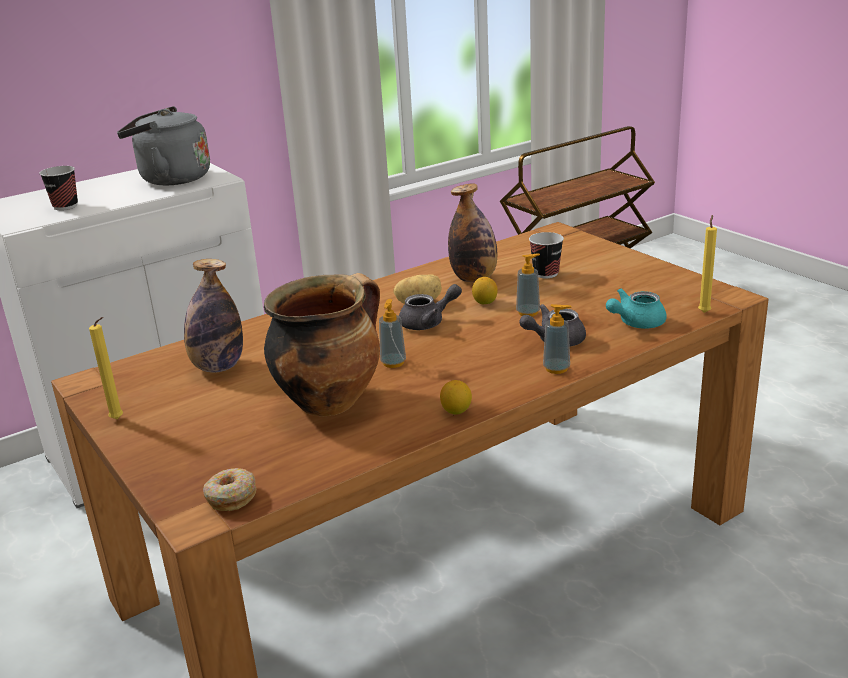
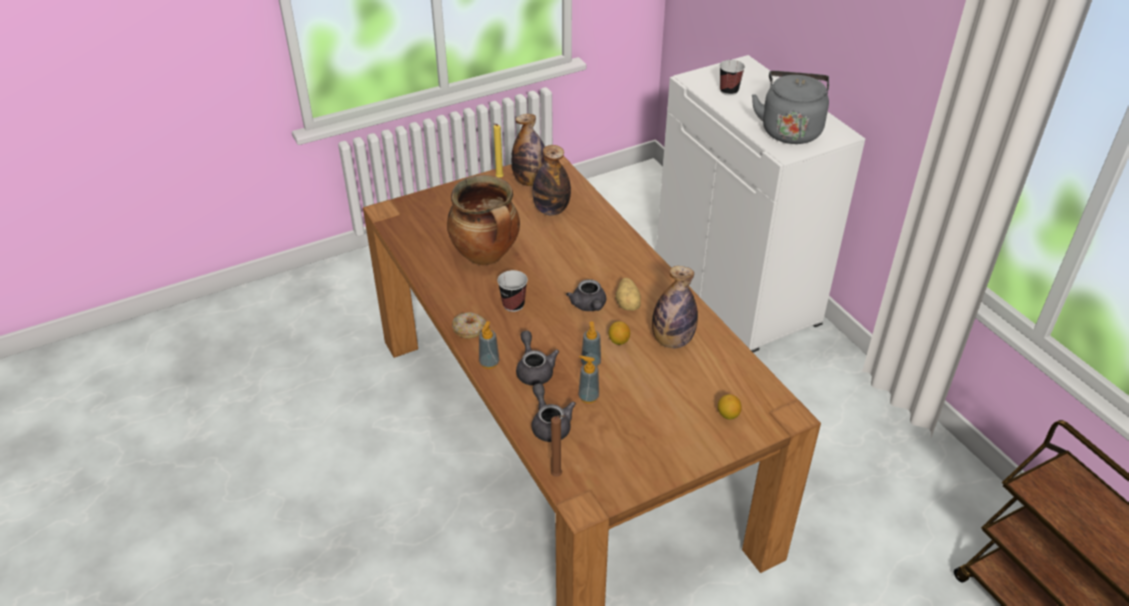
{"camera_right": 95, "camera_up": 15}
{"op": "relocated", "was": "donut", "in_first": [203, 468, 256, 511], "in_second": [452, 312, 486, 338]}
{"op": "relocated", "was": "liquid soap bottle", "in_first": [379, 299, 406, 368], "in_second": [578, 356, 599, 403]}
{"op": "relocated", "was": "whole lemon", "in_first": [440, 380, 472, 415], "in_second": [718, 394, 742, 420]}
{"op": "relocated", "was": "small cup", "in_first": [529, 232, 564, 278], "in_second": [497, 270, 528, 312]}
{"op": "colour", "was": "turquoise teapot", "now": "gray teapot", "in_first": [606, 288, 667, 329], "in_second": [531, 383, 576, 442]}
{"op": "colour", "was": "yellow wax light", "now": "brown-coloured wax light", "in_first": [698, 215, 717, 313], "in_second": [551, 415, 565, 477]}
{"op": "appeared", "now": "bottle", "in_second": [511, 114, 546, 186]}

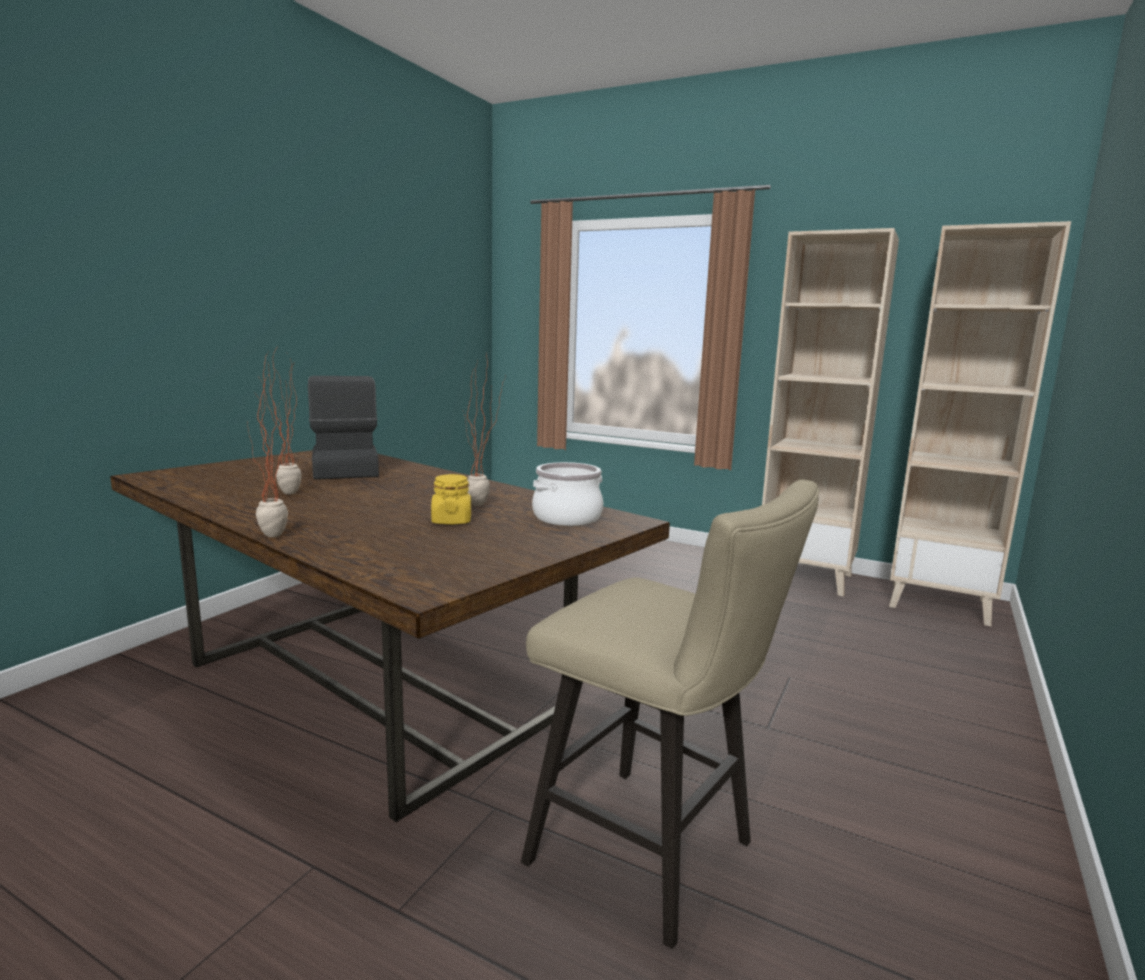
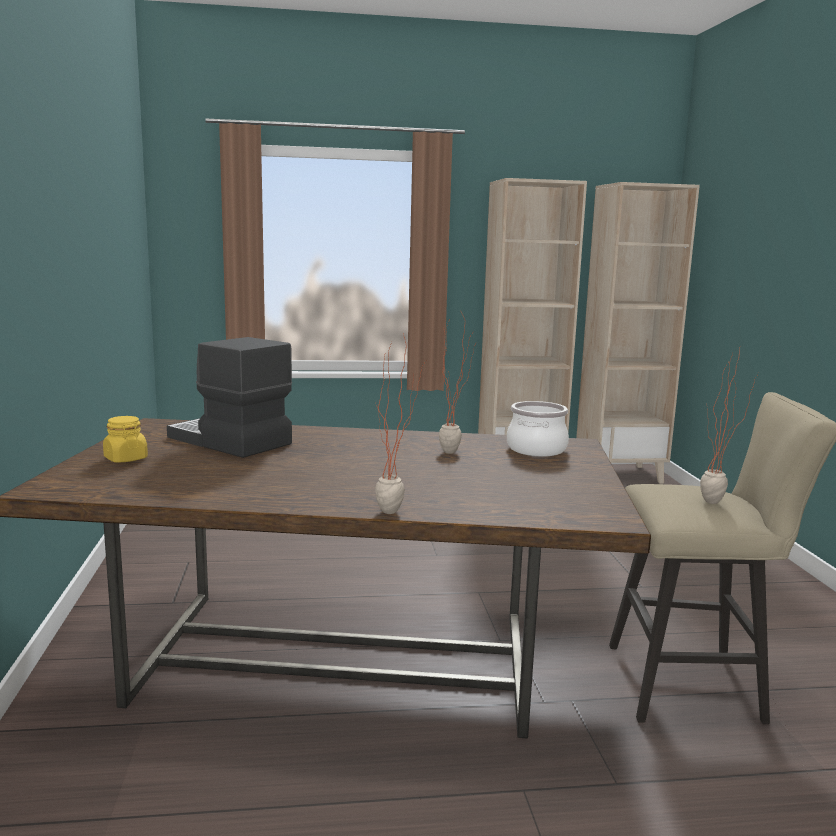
{"camera_right": -35, "camera_up": 0}
{"op": "relocated", "was": "plant in a pot", "in_first": [260, 345, 302, 495], "in_second": [700, 345, 758, 504]}
{"op": "relocated", "was": "yellow jar", "in_first": [431, 474, 471, 525], "in_second": [103, 416, 148, 463]}

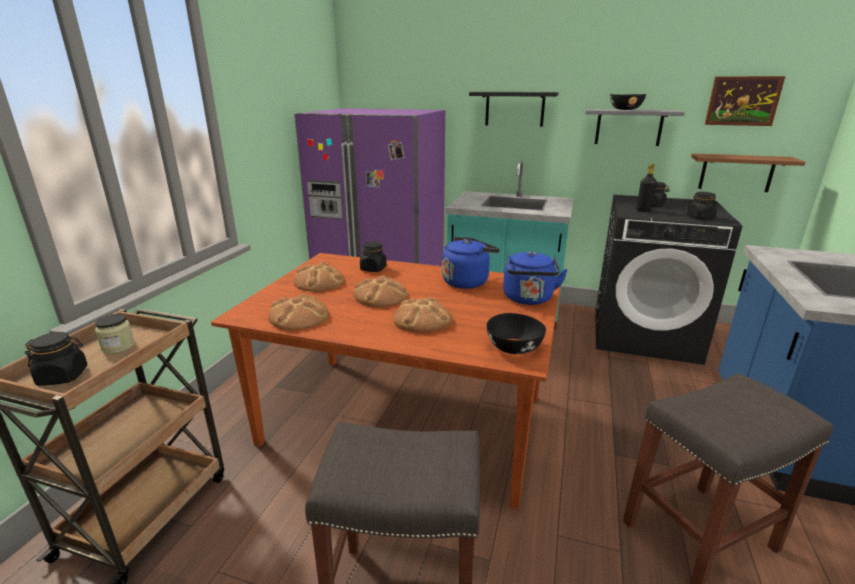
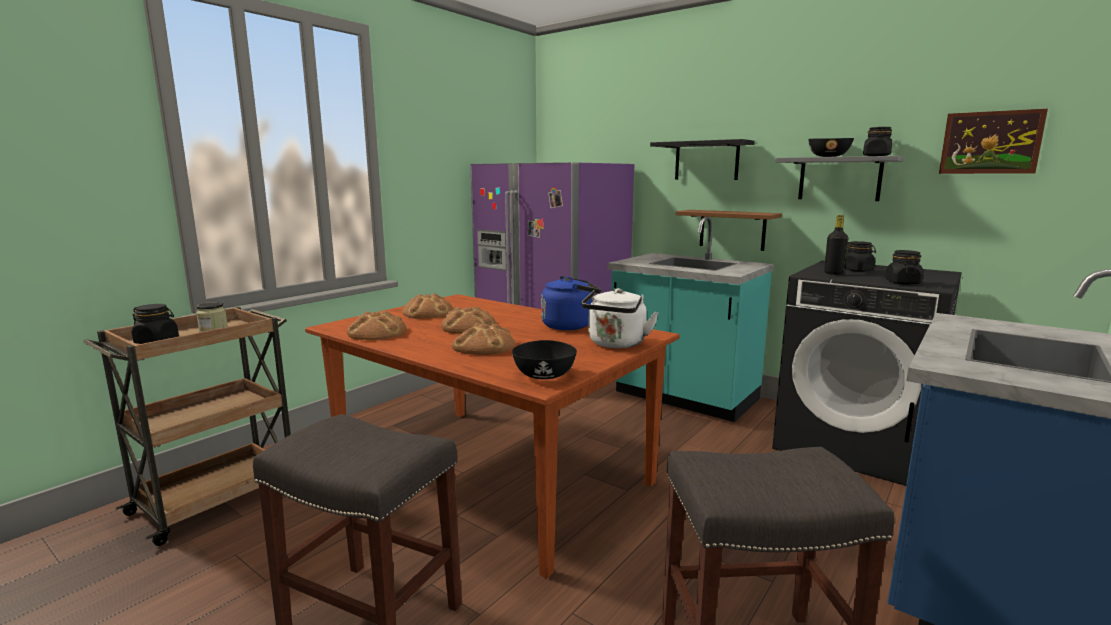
{"camera_right": 20, "camera_up": -10}
{"op": "relocated", "was": "black jar", "in_first": [360, 241, 387, 272], "in_second": [863, 127, 892, 156]}
{"op": "colour", "was": "blue-coloured tea kettle", "now": "white tea kettle", "in_first": [503, 251, 568, 305], "in_second": [581, 288, 659, 348]}
{"op": "relocated", "was": "brown-coloured bracket shelf", "in_first": [691, 153, 806, 192], "in_second": [676, 210, 782, 251]}

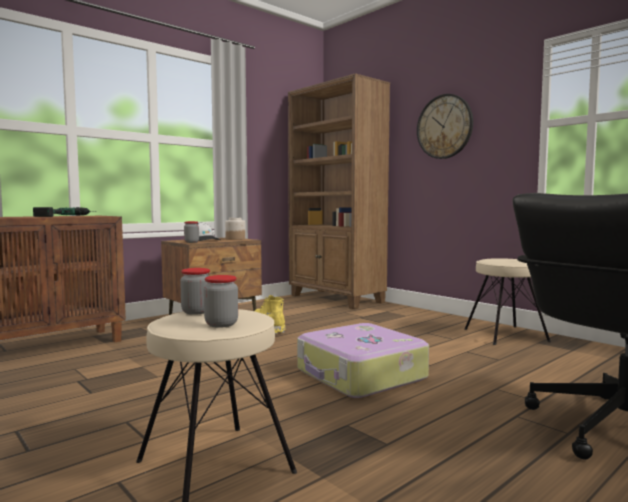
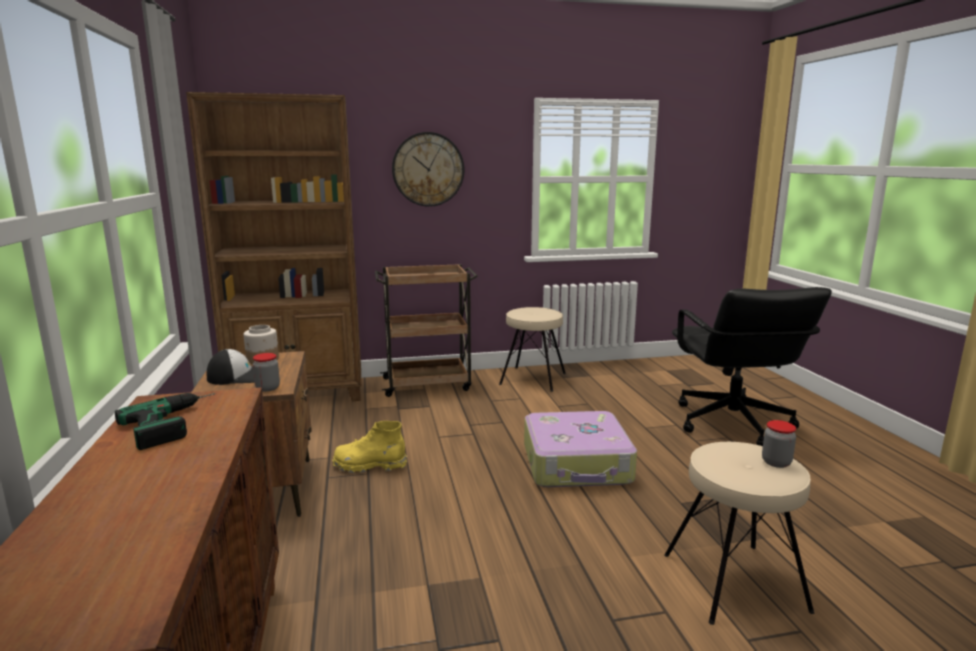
{"camera_right": -60, "camera_up": 10}
{"op": "missing", "was": "jar", "in_first": [180, 268, 210, 315]}
{"op": "appeared", "now": "brown-coloured trolley", "in_second": [375, 264, 478, 397]}

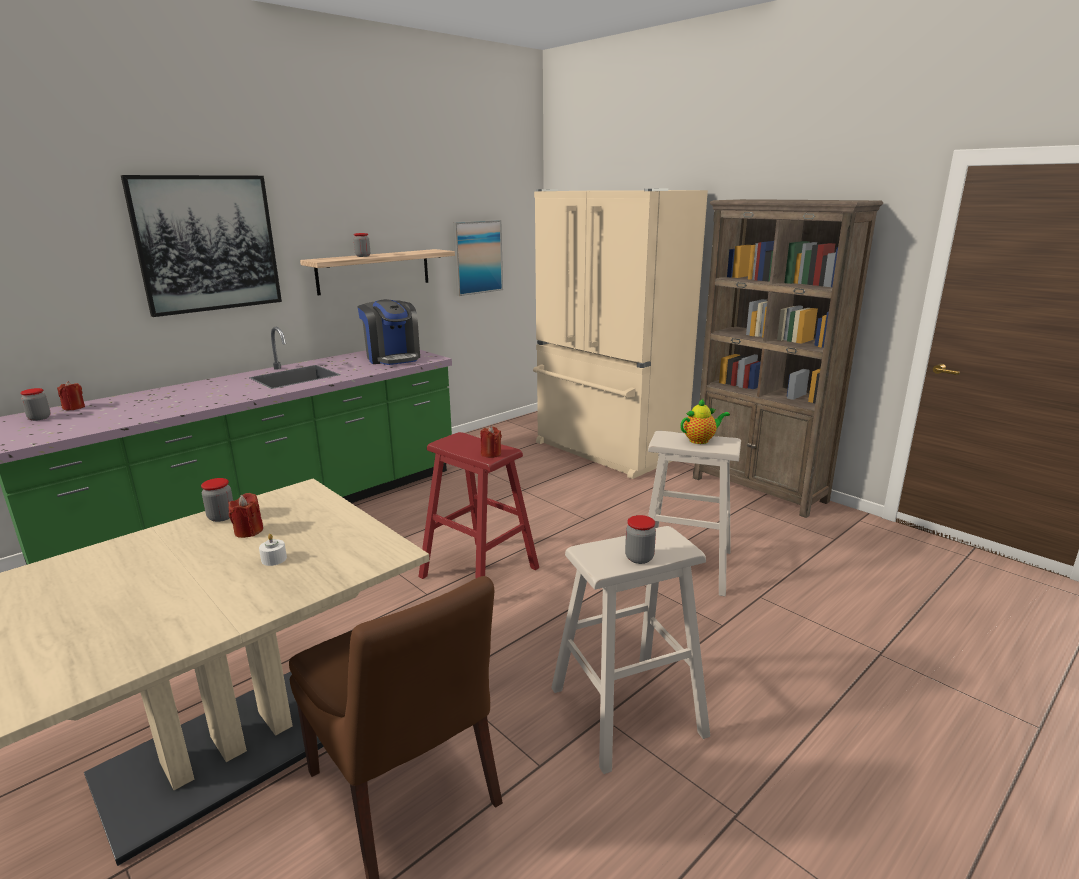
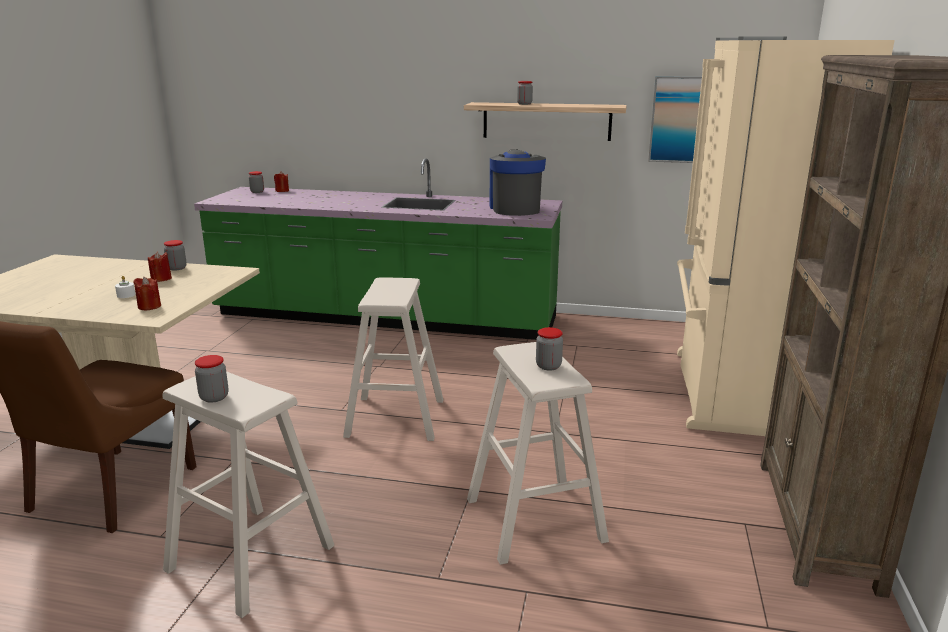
{"camera_right": 55, "camera_up": 0}
{"op": "missing", "was": "wall picture", "in_first": [121, 175, 282, 317]}
{"op": "spun", "was": "coffee brewer", "in_first": [357, 299, 420, 365], "in_second": [490, 150, 546, 216], "clockwise": 150}
{"op": "colour", "was": "red stool seat", "now": "beige-coloured stool seat", "in_first": [418, 432, 539, 579], "in_second": [343, 278, 443, 441]}
{"op": "relocated", "was": "red wax light", "in_first": [480, 426, 502, 458], "in_second": [133, 277, 161, 310]}
{"op": "exchanged", "was": "teapot", "now": "jar", "in_first": [680, 398, 730, 444], "in_second": [536, 327, 563, 371]}

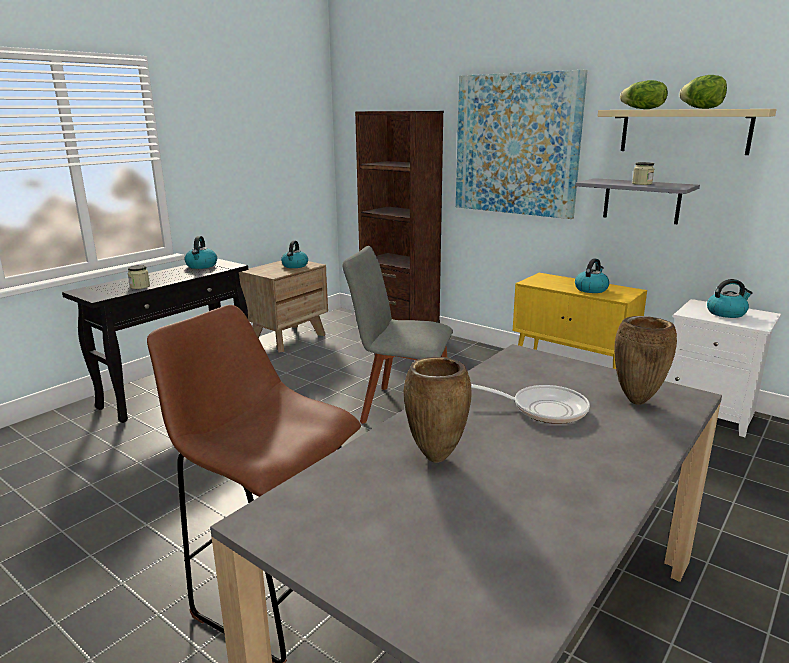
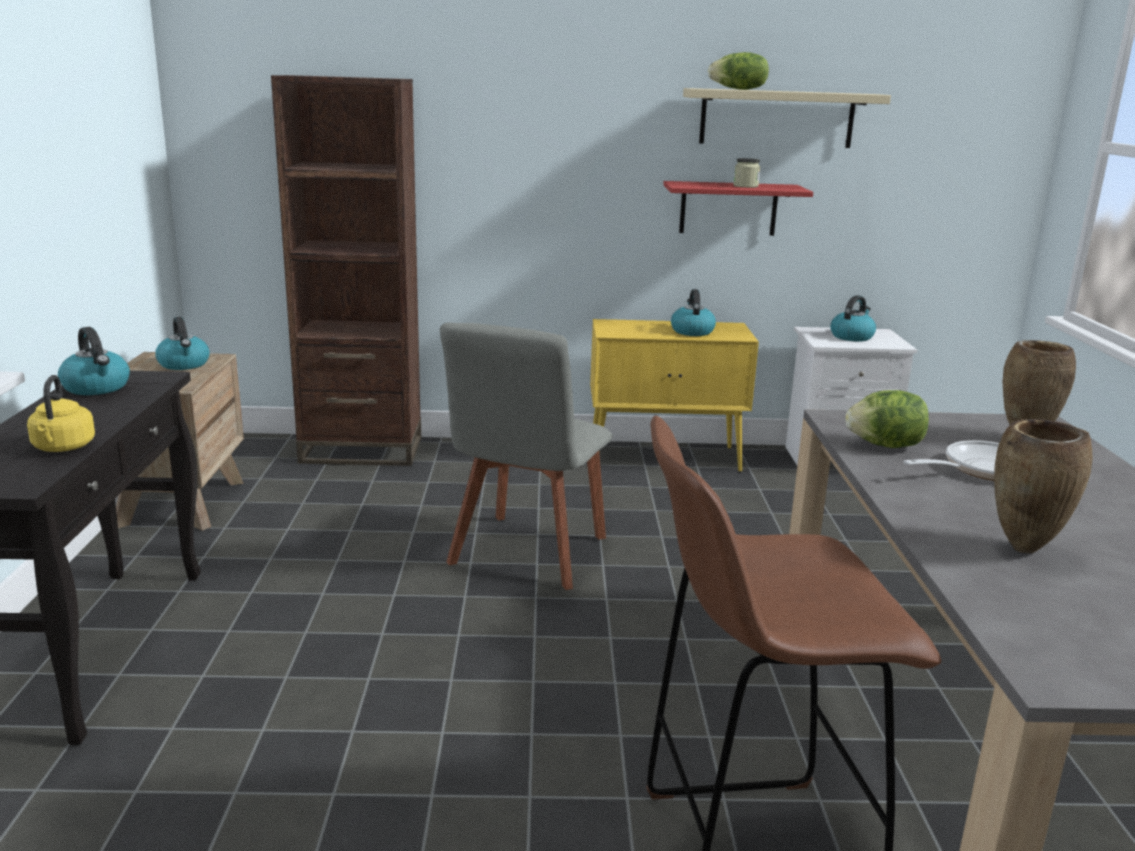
{"camera_right": -40, "camera_up": 0}
{"op": "exchanged", "was": "jar", "now": "yellow tea kettle", "in_first": [128, 265, 150, 289], "in_second": [27, 375, 95, 452]}
{"op": "spun", "was": "gray chair", "in_first": [342, 246, 453, 424], "in_second": [440, 323, 613, 590], "clockwise": -45}
{"op": "missing", "was": "wall picture", "in_first": [456, 70, 588, 219]}
{"op": "colour", "was": "gray bracket shelf", "now": "red bracket shelf", "in_first": [576, 178, 700, 224], "in_second": [663, 181, 813, 236]}
{"op": "relocated", "was": "lettuce", "in_first": [679, 75, 727, 109], "in_second": [845, 390, 929, 448]}

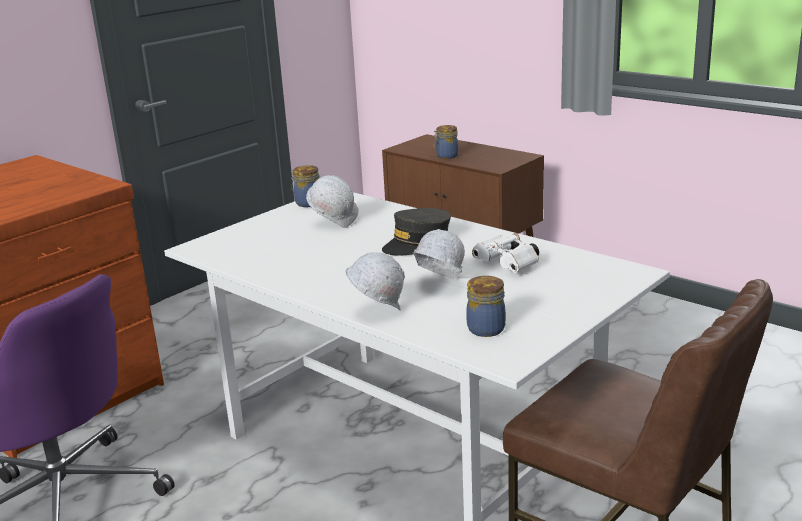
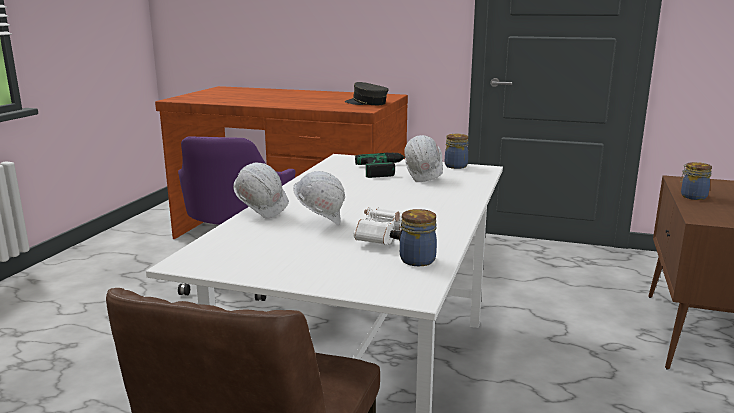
{"camera_right": 65, "camera_up": -5}
{"op": "relocated", "was": "gray peaked cap", "in_first": [382, 208, 451, 256], "in_second": [345, 82, 389, 105]}
{"op": "relocated", "was": "jar", "in_first": [466, 276, 506, 337], "in_second": [400, 209, 437, 266]}
{"op": "appeared", "now": "power drill", "in_second": [355, 153, 405, 178]}

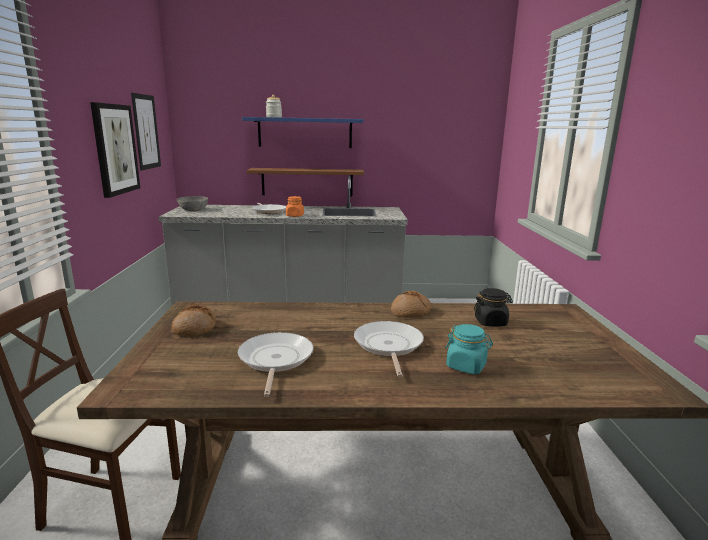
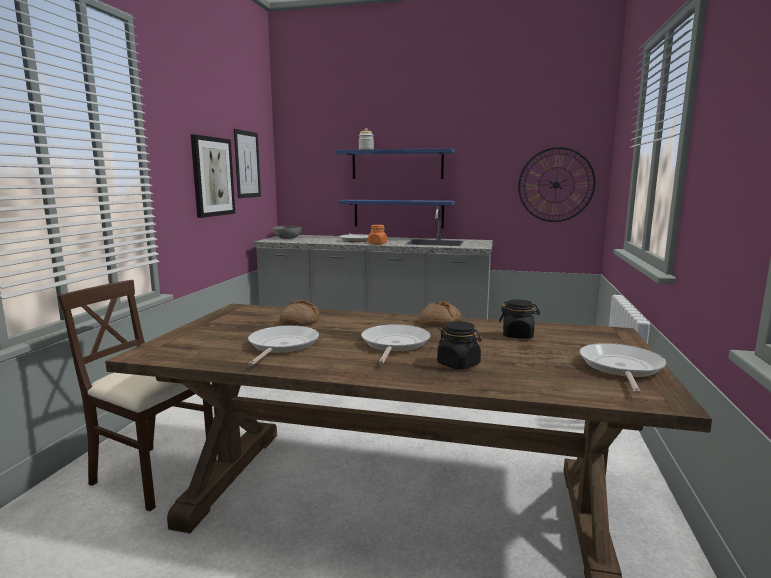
{"camera_right": 15, "camera_up": -5}
{"op": "relocated", "was": "baked bread", "in_first": [172, 304, 216, 336], "in_second": [280, 300, 319, 326]}
{"op": "colour", "was": "brown-coloured bracket shelf", "now": "blue-coloured bracket shelf", "in_first": [246, 168, 364, 197], "in_second": [338, 200, 455, 228]}
{"op": "colour", "was": "turquoise jar", "now": "black jar", "in_first": [445, 324, 493, 374], "in_second": [437, 321, 481, 370]}
{"op": "appeared", "now": "hanging clock", "in_second": [518, 147, 596, 222]}
{"op": "appeared", "now": "frying pan", "in_second": [580, 343, 666, 394]}

